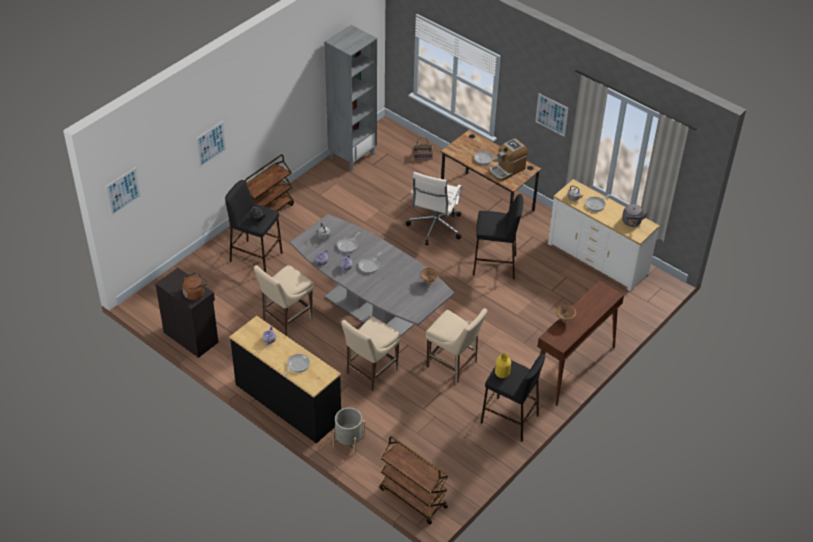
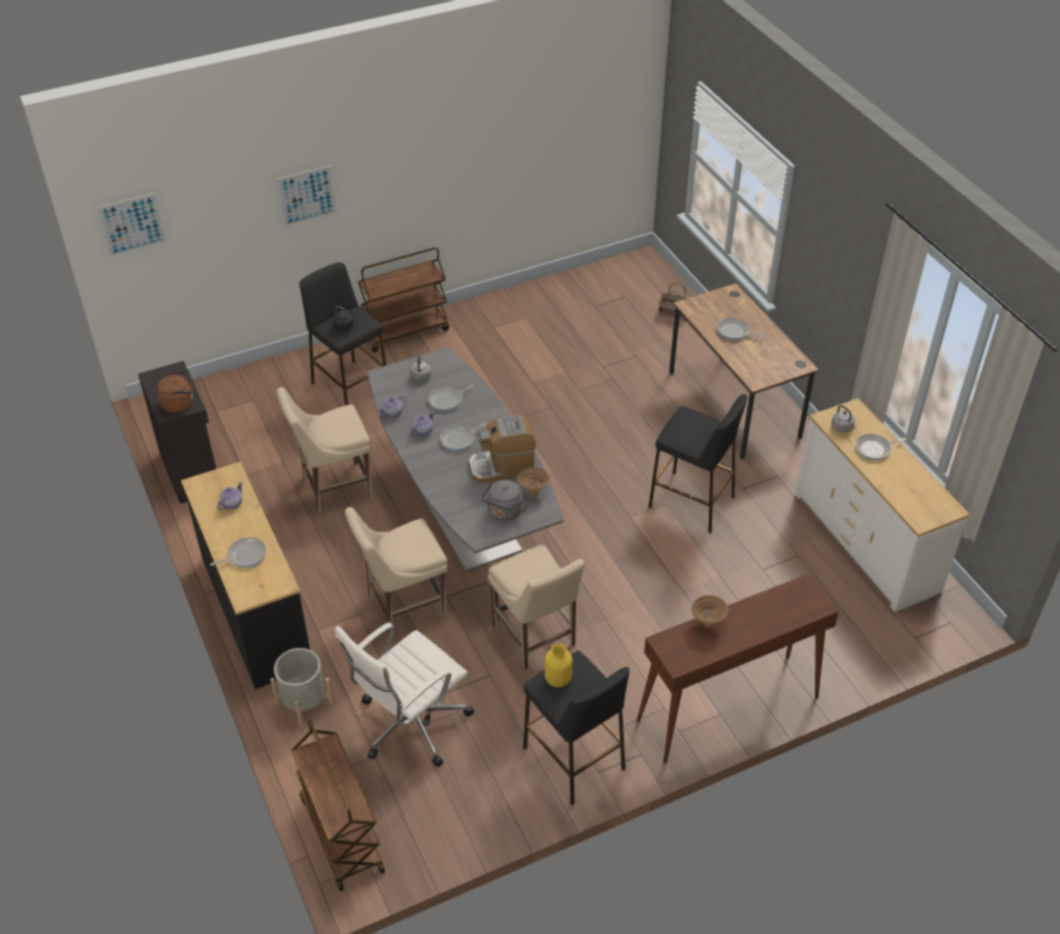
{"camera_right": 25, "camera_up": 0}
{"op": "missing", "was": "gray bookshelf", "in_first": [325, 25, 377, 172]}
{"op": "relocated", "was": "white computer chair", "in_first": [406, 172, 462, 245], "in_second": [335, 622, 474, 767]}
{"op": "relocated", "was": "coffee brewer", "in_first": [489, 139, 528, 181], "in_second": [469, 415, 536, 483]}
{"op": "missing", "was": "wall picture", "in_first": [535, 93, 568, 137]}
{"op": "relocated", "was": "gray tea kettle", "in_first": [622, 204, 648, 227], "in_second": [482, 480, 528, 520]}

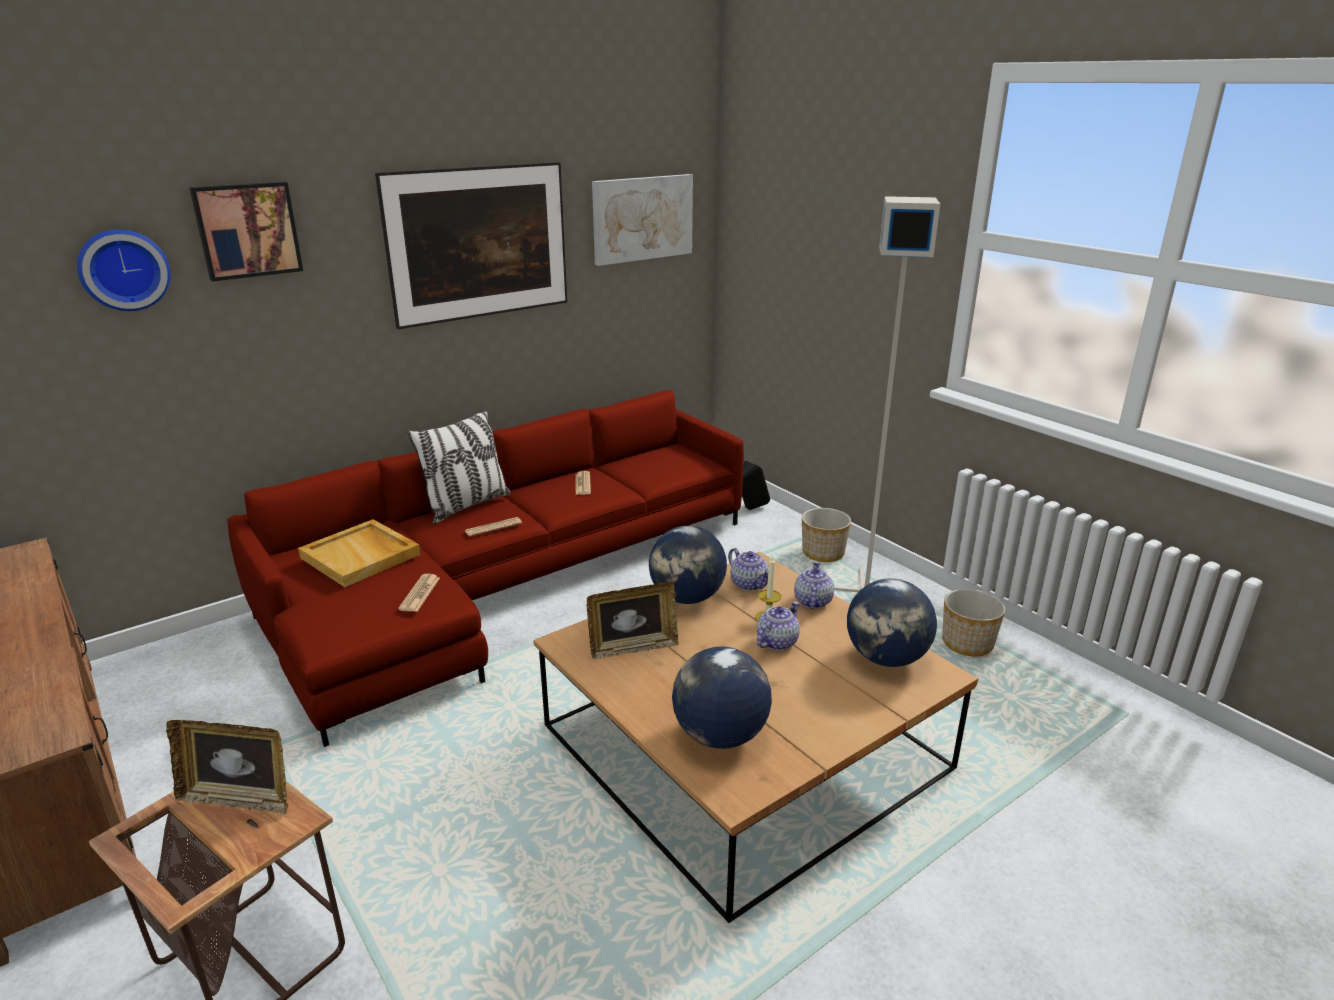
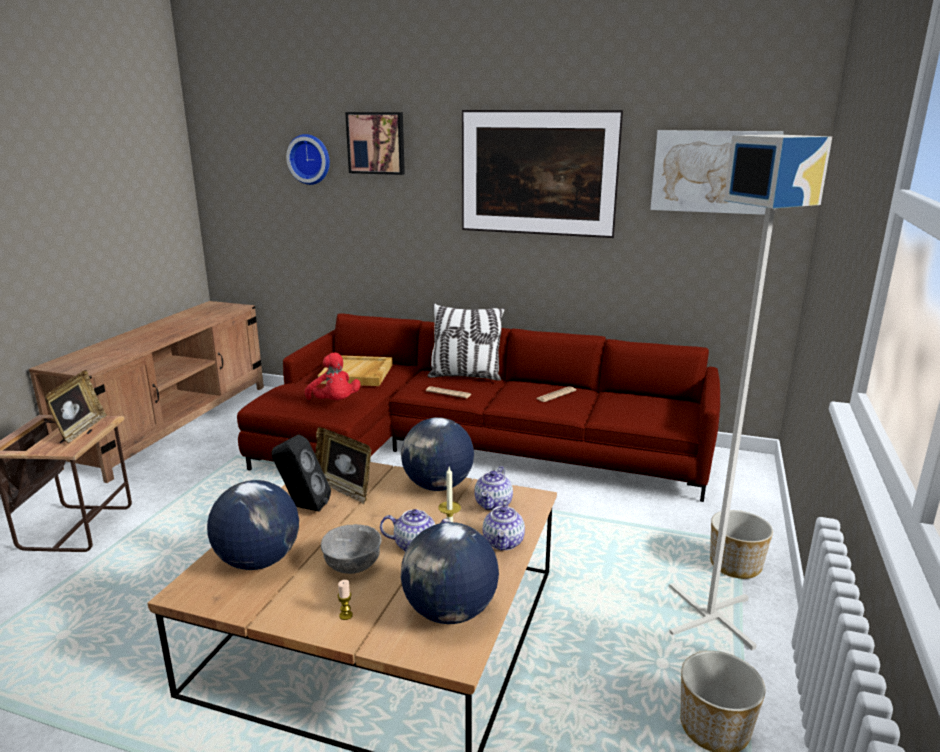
{"camera_right": 55, "camera_up": -5}
{"op": "spun", "was": "photo frame", "in_first": [166, 720, 288, 815], "in_second": [45, 370, 107, 443], "clockwise": -150}
{"op": "exchanged", "was": "printed paper", "now": "red soft toy", "in_first": [398, 574, 440, 612], "in_second": [305, 352, 361, 400]}
{"op": "relocated", "was": "black loudspeaker", "in_first": [742, 460, 770, 510], "in_second": [271, 434, 331, 512]}
{"op": "spun", "was": "teapot", "in_first": [794, 561, 834, 609], "in_second": [483, 499, 525, 551], "clockwise": 120}
{"op": "appeared", "now": "gray bowl", "in_second": [321, 524, 382, 574]}
{"op": "appeared", "now": "wax light", "in_second": [338, 580, 353, 620]}

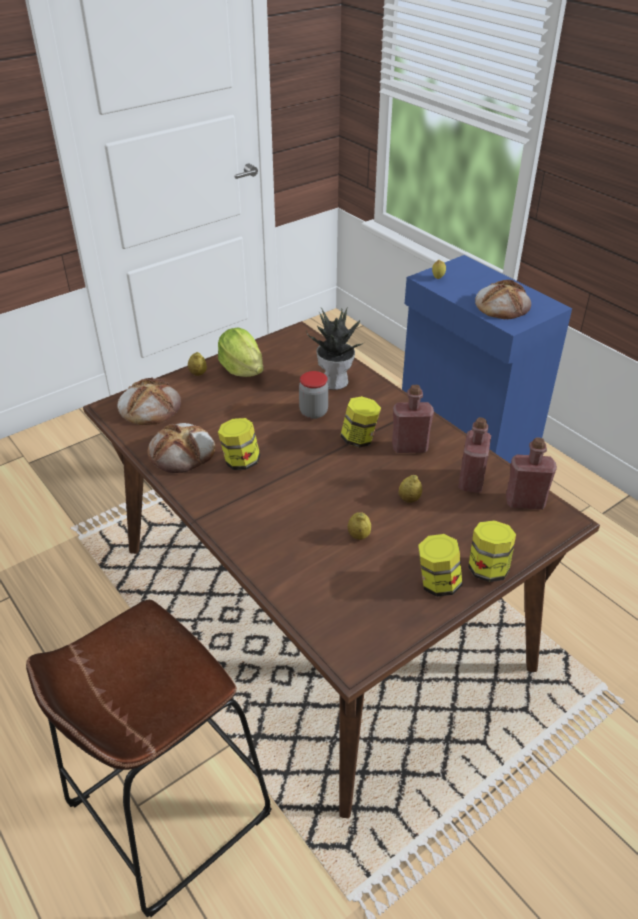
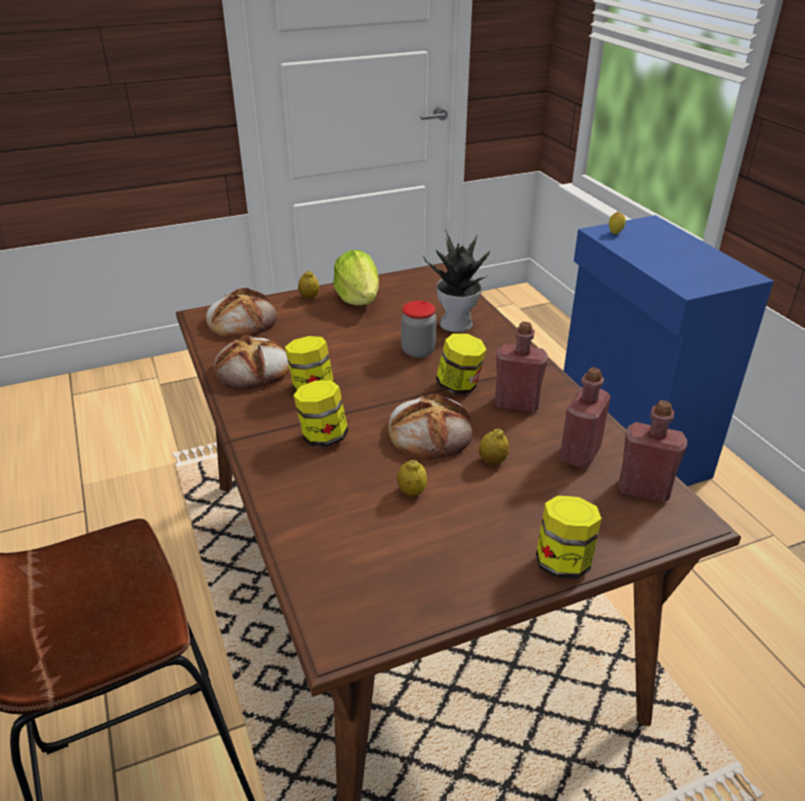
{"camera_right": 15, "camera_up": -5}
{"op": "relocated", "was": "jar", "in_first": [418, 534, 462, 597], "in_second": [293, 380, 348, 447]}
{"op": "relocated", "was": "baked bread", "in_first": [475, 280, 531, 319], "in_second": [388, 394, 472, 460]}

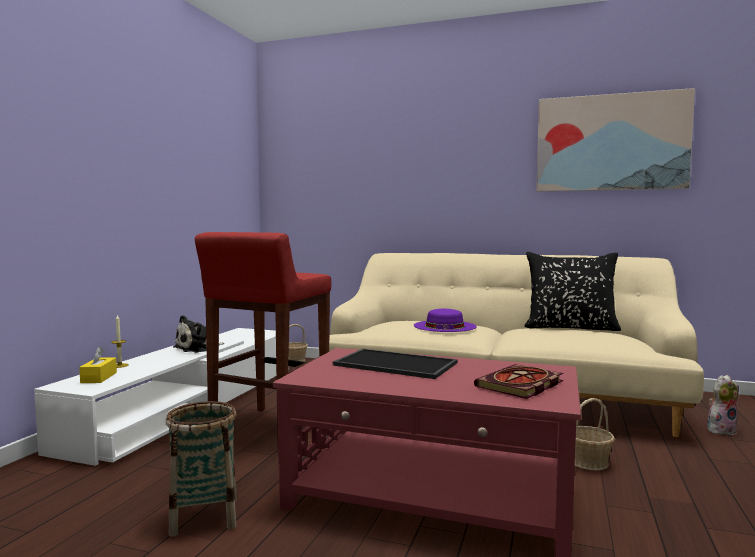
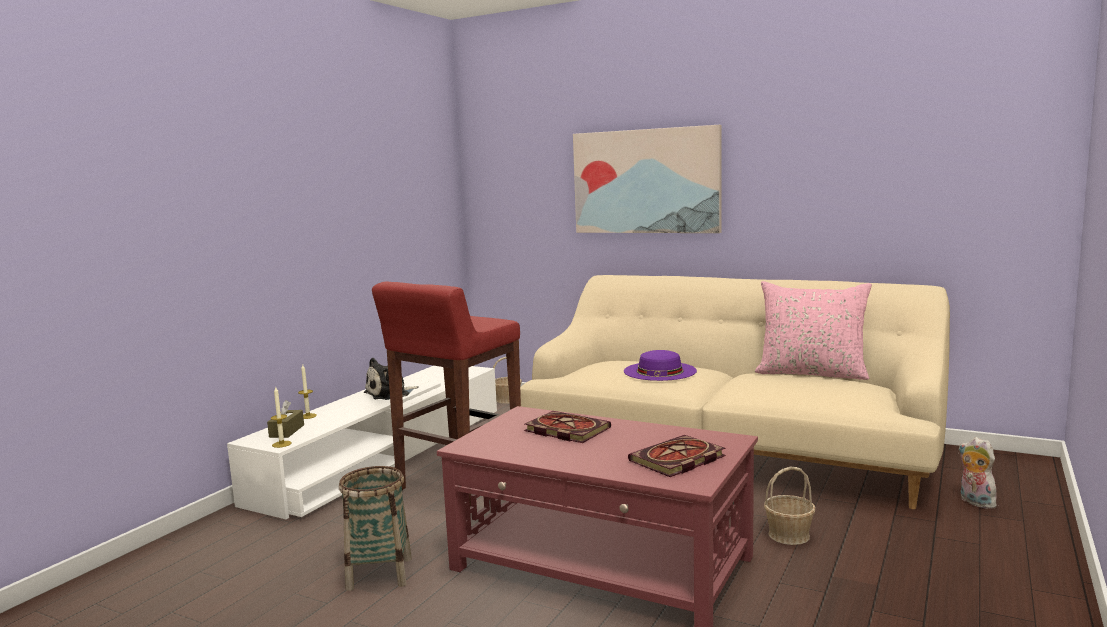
{"camera_right": 10, "camera_up": 5}
{"op": "colour", "was": "yellow tissue box", "now": "brown-coloured tissue box", "in_first": [79, 346, 117, 383], "in_second": [267, 400, 304, 438]}
{"op": "exchanged", "was": "tray", "now": "volume", "in_first": [333, 349, 457, 379], "in_second": [524, 411, 611, 443]}
{"op": "colour", "was": "black throw pillow", "now": "pinkish throw pillow", "in_first": [524, 252, 621, 331], "in_second": [755, 281, 872, 380]}
{"op": "relocated", "was": "wall picture", "in_first": [536, 88, 695, 191], "in_second": [573, 125, 722, 233]}
{"op": "spun", "was": "soft toy", "in_first": [707, 375, 739, 435], "in_second": [959, 437, 997, 509], "clockwise": -105}
{"op": "appeared", "now": "wax light", "in_second": [271, 386, 292, 448]}

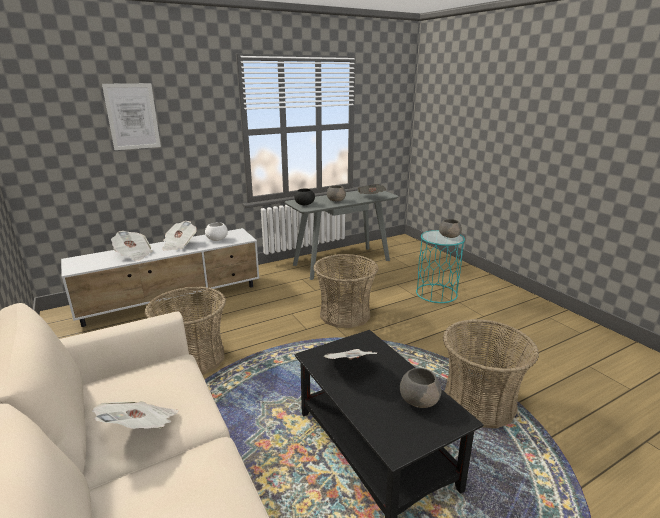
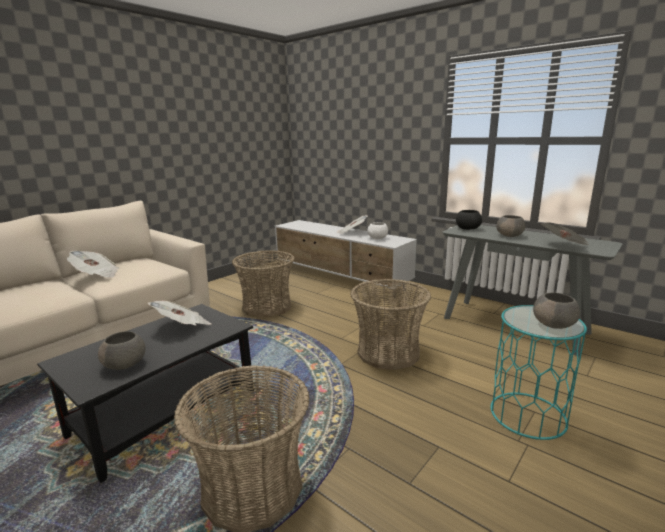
{"camera_right": 70, "camera_up": -5}
{"op": "missing", "was": "wall picture", "in_first": [102, 83, 161, 150]}
{"op": "missing", "was": "printed paper", "in_first": [111, 231, 153, 261]}

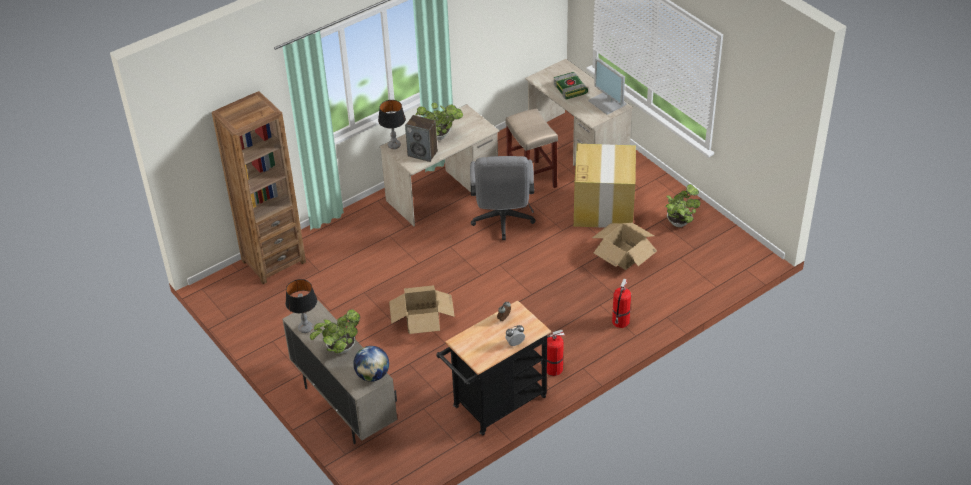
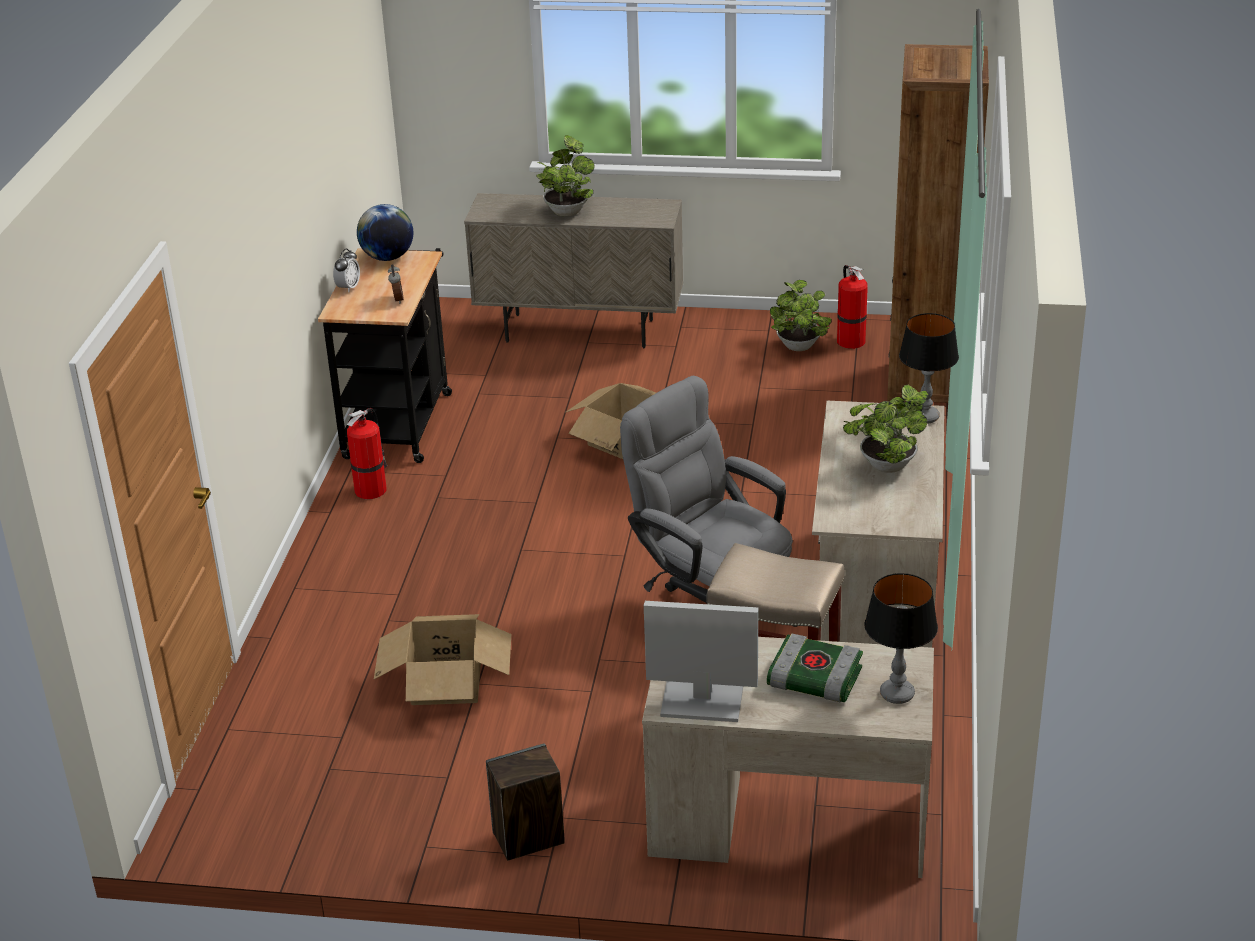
{"camera_right": 135, "camera_up": -10}
{"op": "relocated", "was": "tabletop lamp", "in_first": [285, 279, 317, 333], "in_second": [864, 573, 938, 704]}
{"op": "relocated", "was": "world globe", "in_first": [353, 346, 389, 382], "in_second": [357, 204, 413, 261]}
{"op": "relocated", "was": "loudspeaker", "in_first": [405, 115, 438, 162], "in_second": [486, 743, 565, 861]}
{"op": "missing", "was": "cardboard box", "in_first": [574, 144, 636, 228]}
{"op": "relocated", "was": "fire-fighting cylinder", "in_first": [612, 279, 631, 328], "in_second": [837, 265, 868, 349]}
{"op": "relocated", "was": "plant in a pot", "in_first": [665, 184, 701, 227], "in_second": [770, 280, 832, 351]}

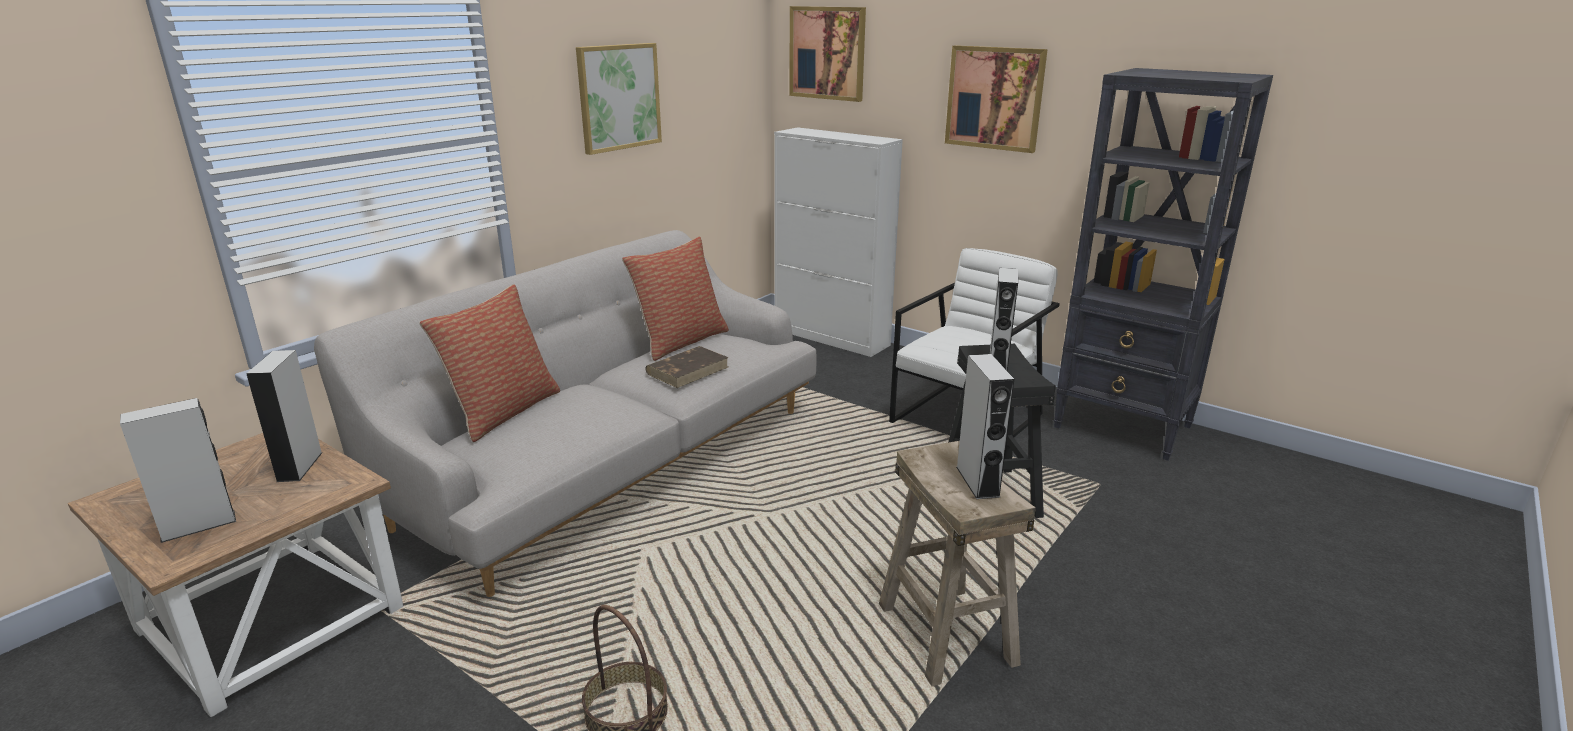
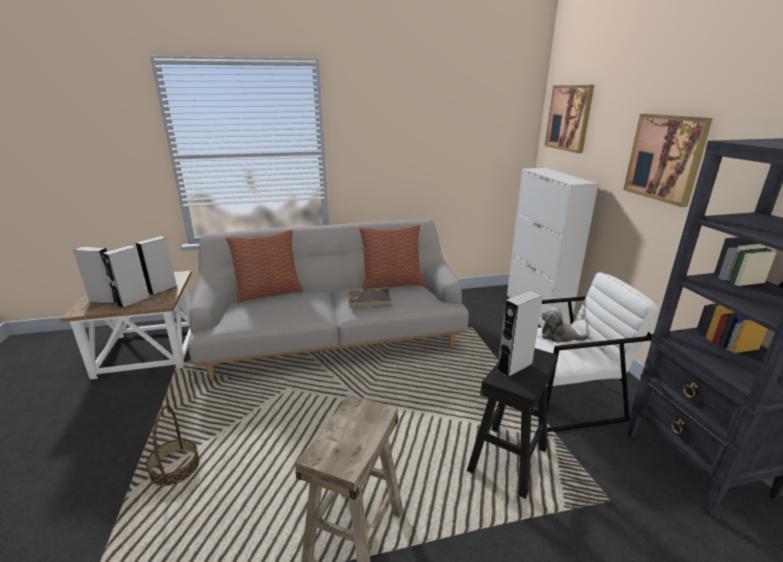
{"camera_right": 40, "camera_up": 0}
{"op": "missing", "was": "wall picture", "in_first": [576, 43, 662, 155]}
{"op": "relocated", "was": "gray loudspeaker", "in_first": [956, 354, 1014, 499], "in_second": [103, 245, 149, 308]}
{"op": "appeared", "now": "soft toy", "in_second": [541, 306, 589, 343]}

